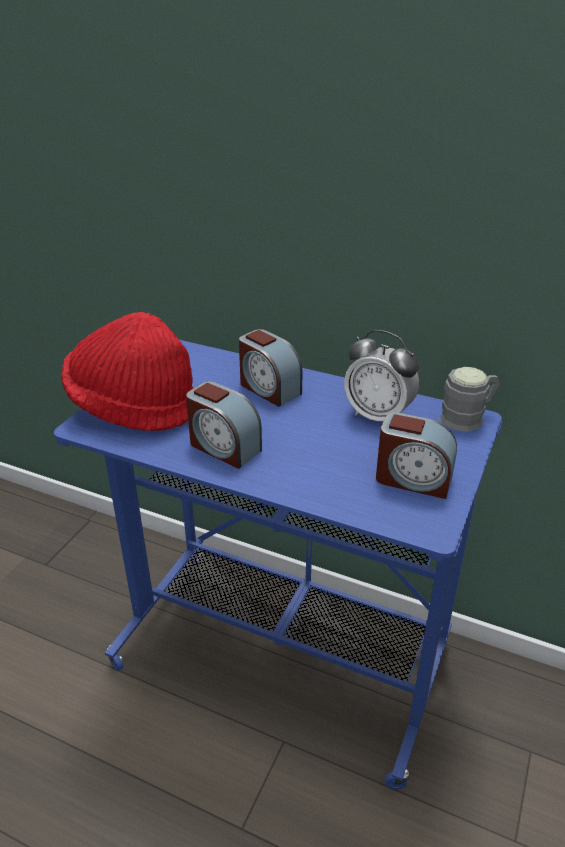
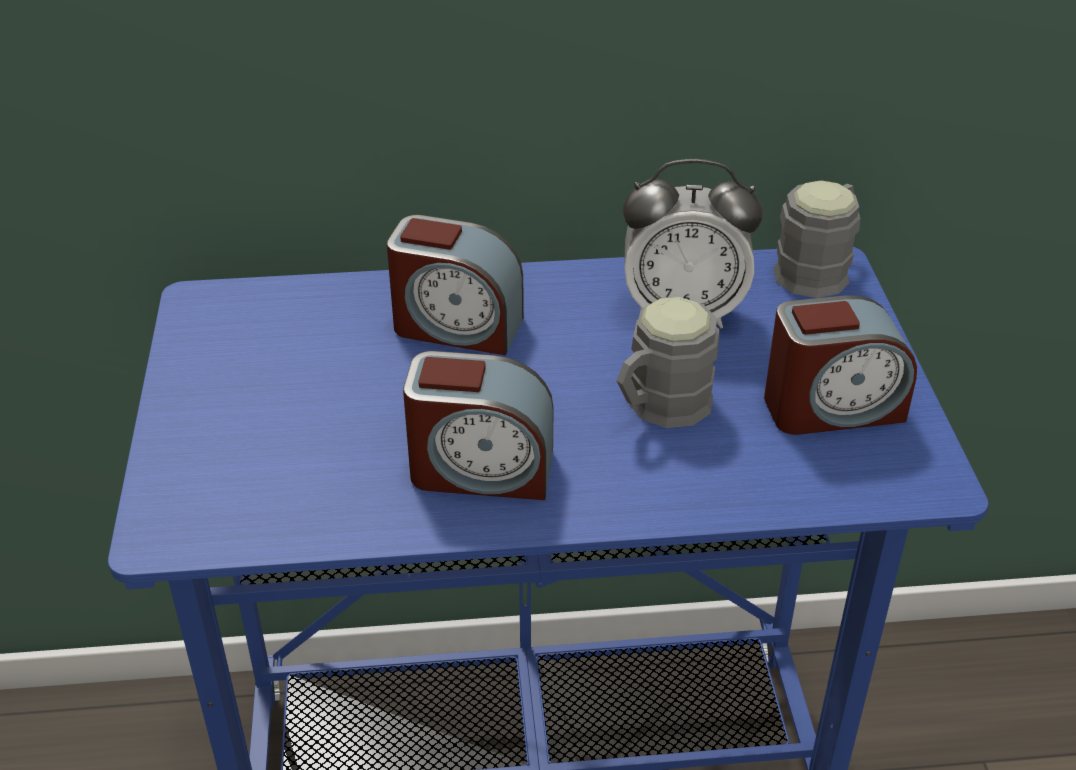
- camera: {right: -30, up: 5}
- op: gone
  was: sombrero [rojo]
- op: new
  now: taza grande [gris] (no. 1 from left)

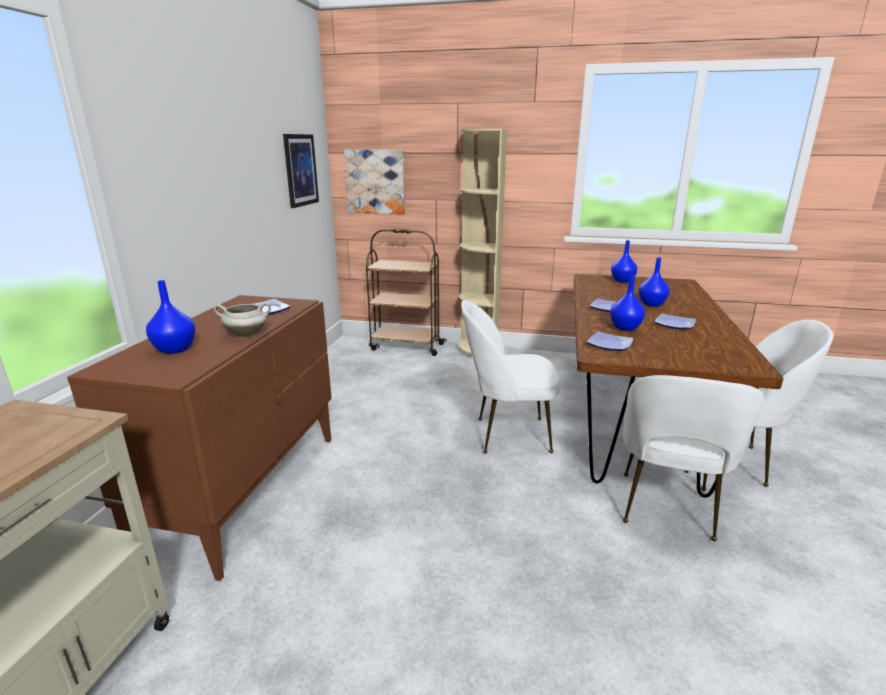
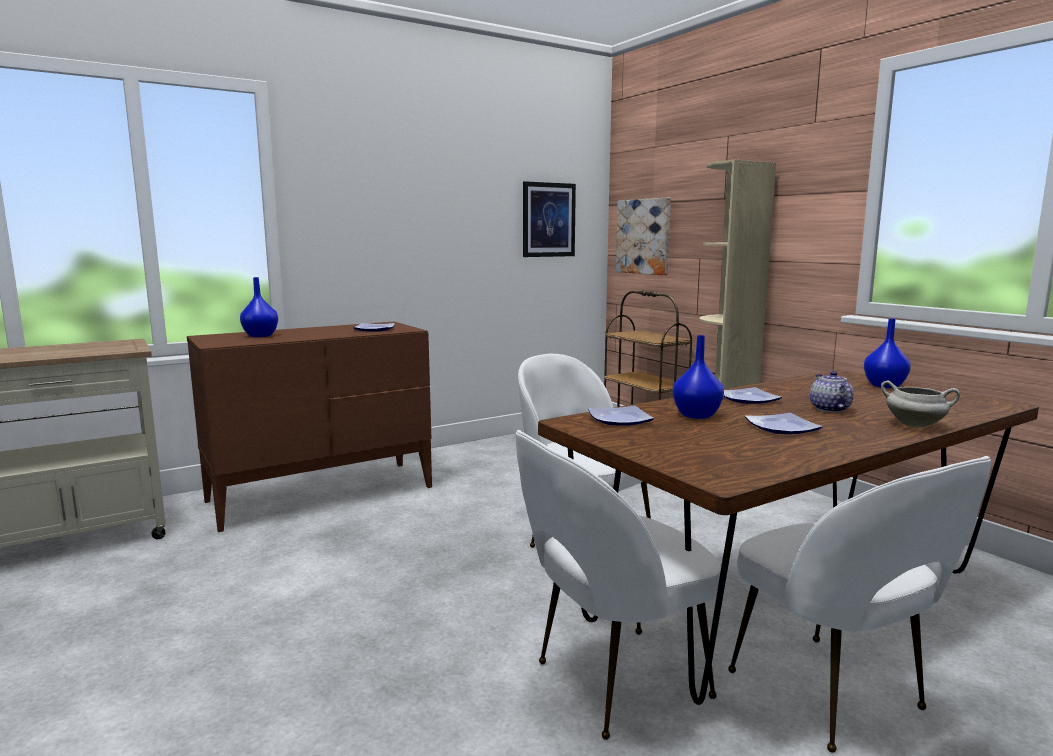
- camera: {right: 45, up: -10}
- op: swapped
  was: florero [azul] (no. 4 from left)
  now: tetera
- op: shifted
  was: olla [blanco]

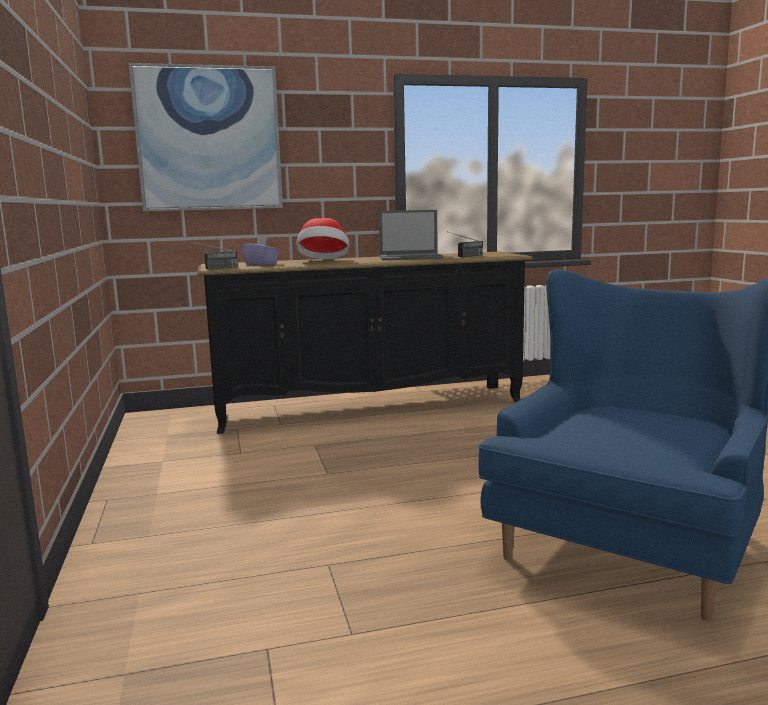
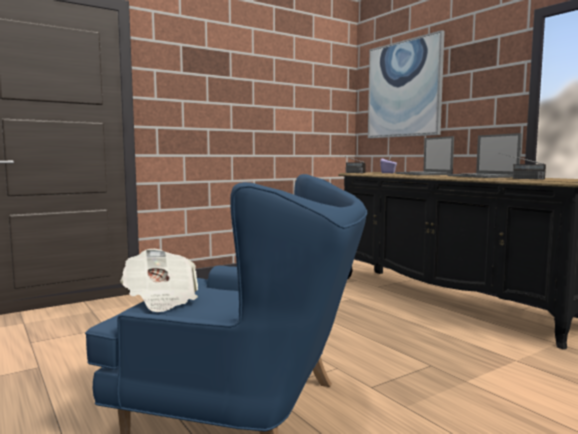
- camera: {right: 70, up: -5}
- op: swapped
  was: sombrero
  now: portátil (no. 1 from left)
- op: new
  now: periódico

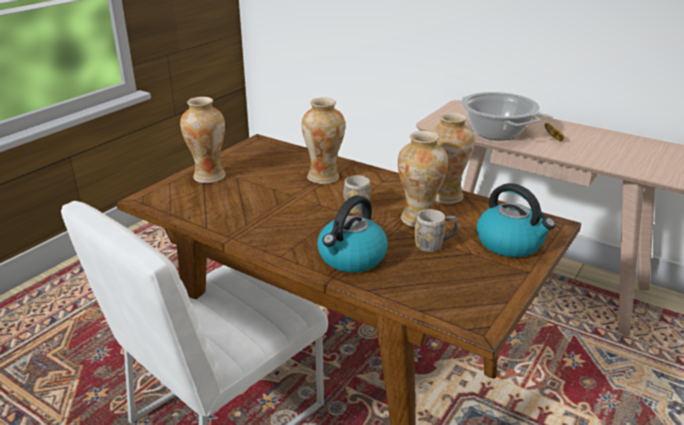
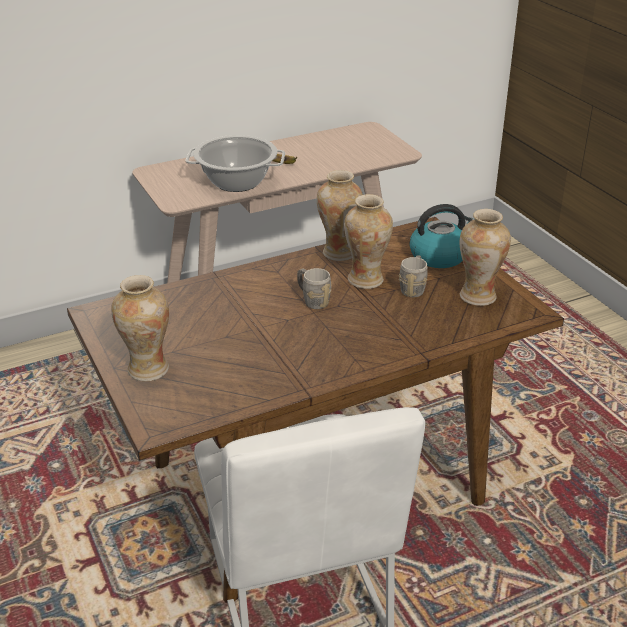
- camera: {right: -60, up: 5}
- op: shifted
  was: florero (no. 2 from left in the first image)
  now: florero (no. 4 from left)
- op: gone
  was: hervidor (no. 1 from left)

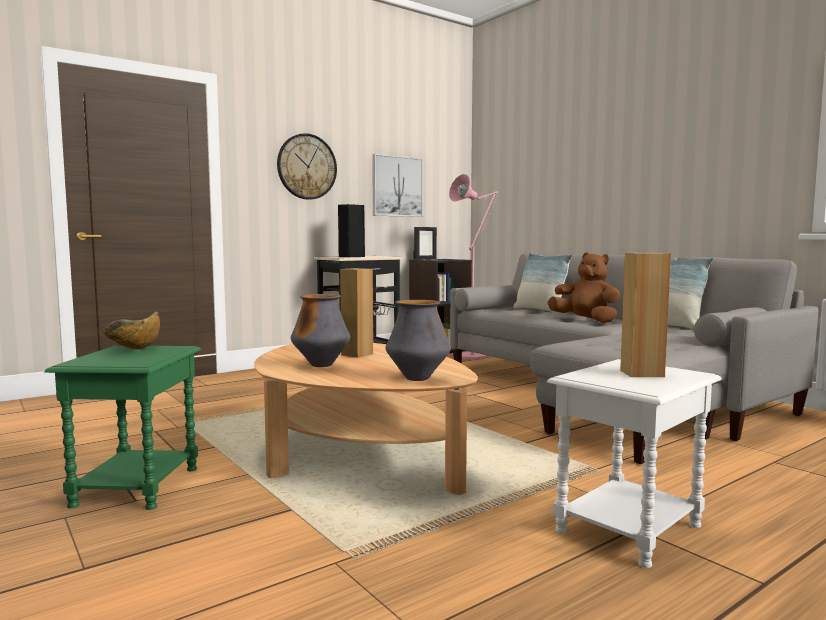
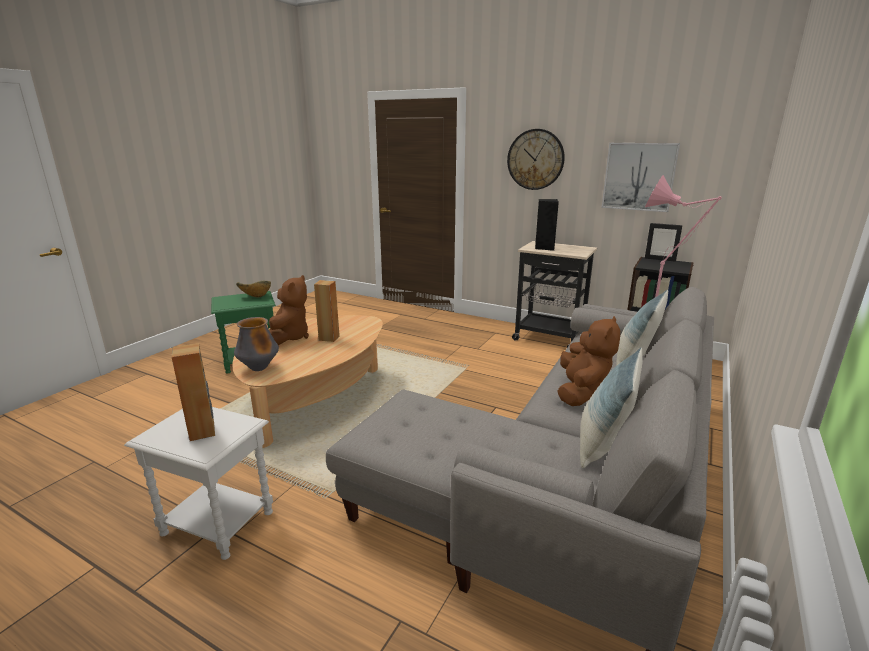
- camera: {right: 65, up: 15}
- op: swapped
  was: florero (no. 1 from left)
  now: peluche [marrón] (no. 1 from left)

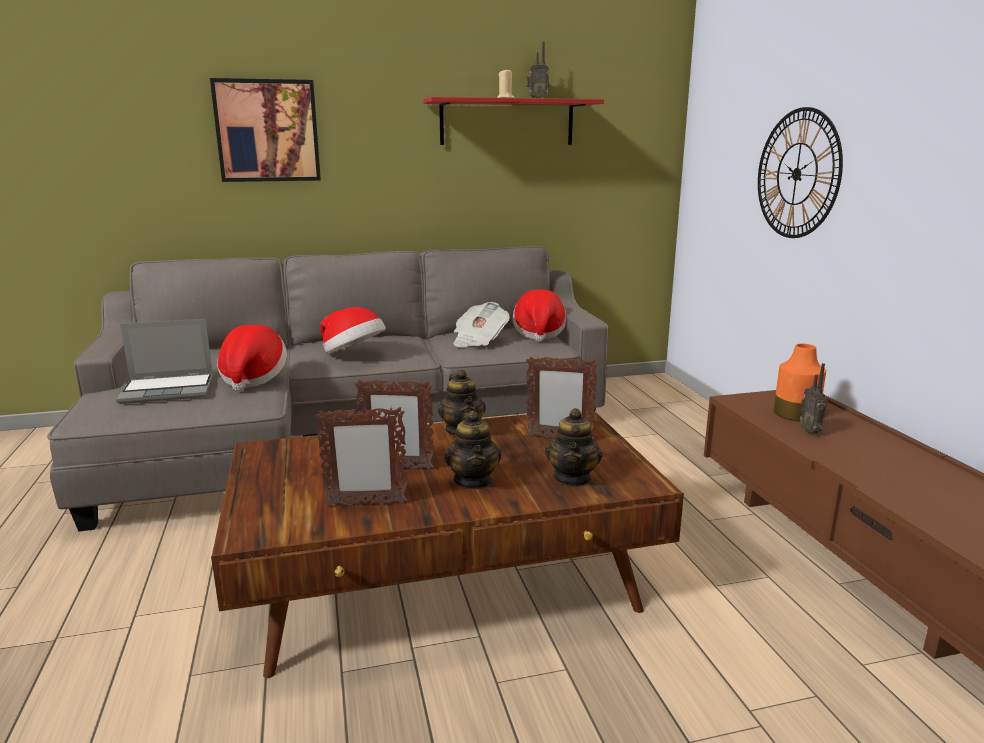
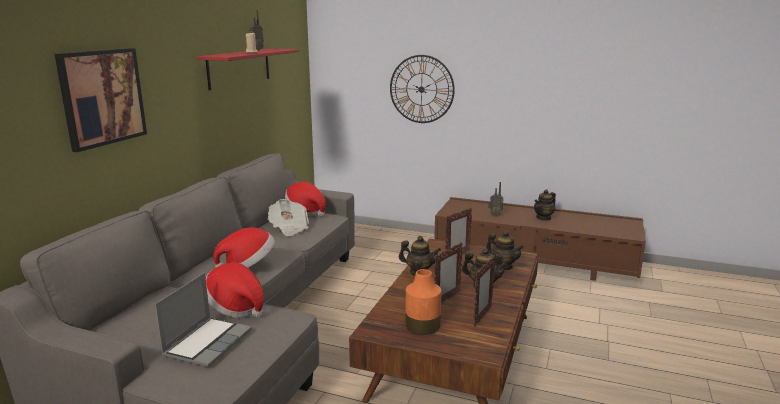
- camera: {right: -55, up: 0}
- op: shifted
  was: florero [naranja]
- op: new
  now: tetera (no. 4 from left)

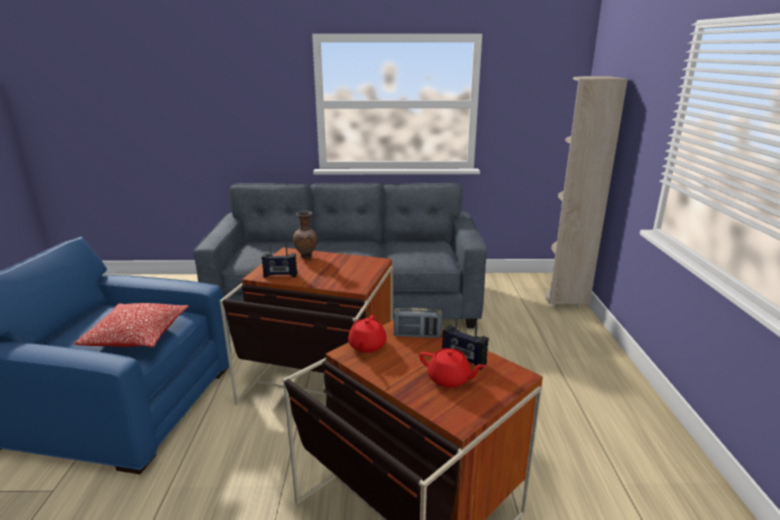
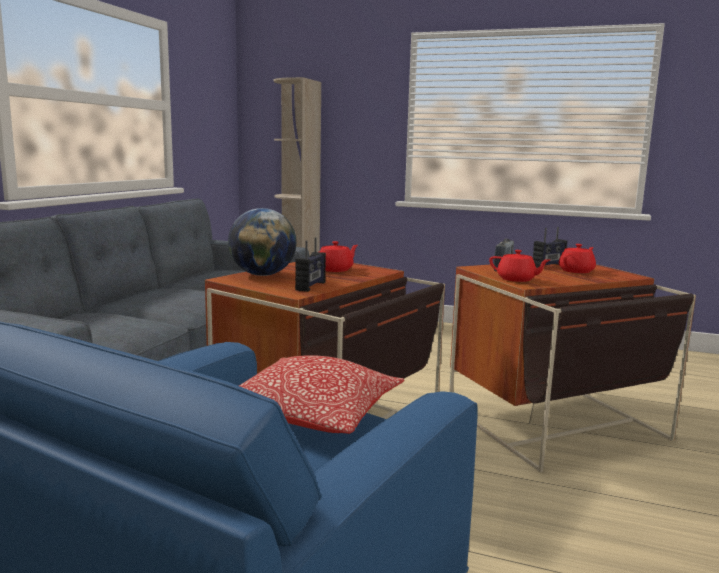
- camera: {right: -70, up: -10}
- op: swapped
  was: florero [marrón]
  now: globo terráqueo
- op: new
  now: tetera [rojo] (no. 1 from left)

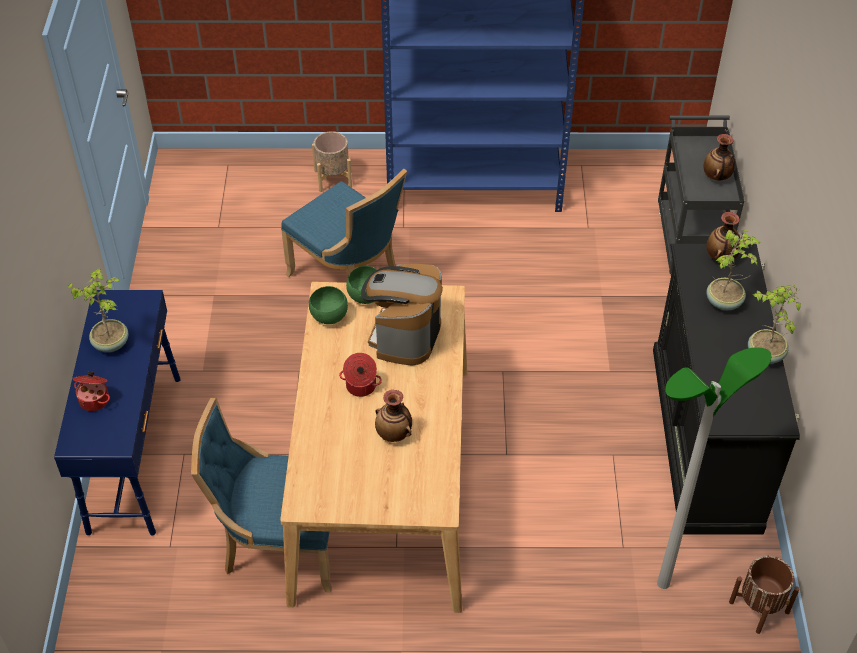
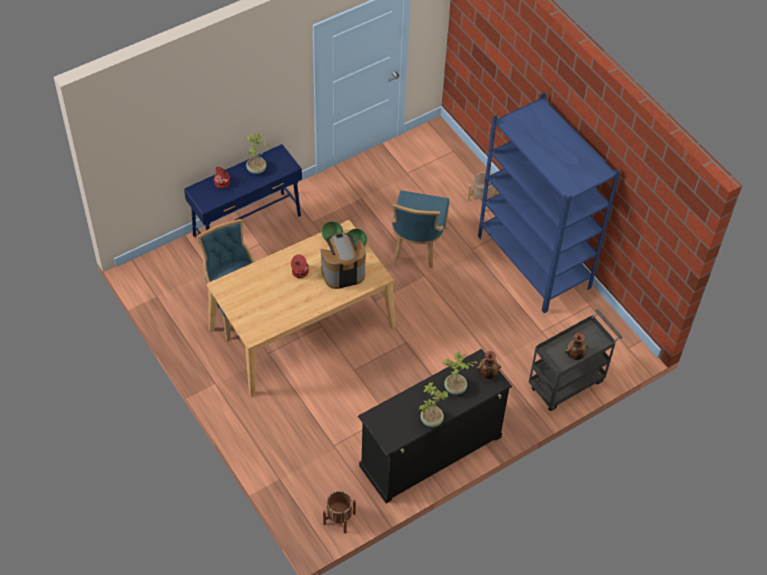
- camera: {right: 55, up: 5}
- op: gone
  was: lámpara de pie
- op: gone
  was: florero (no. 1 from left)

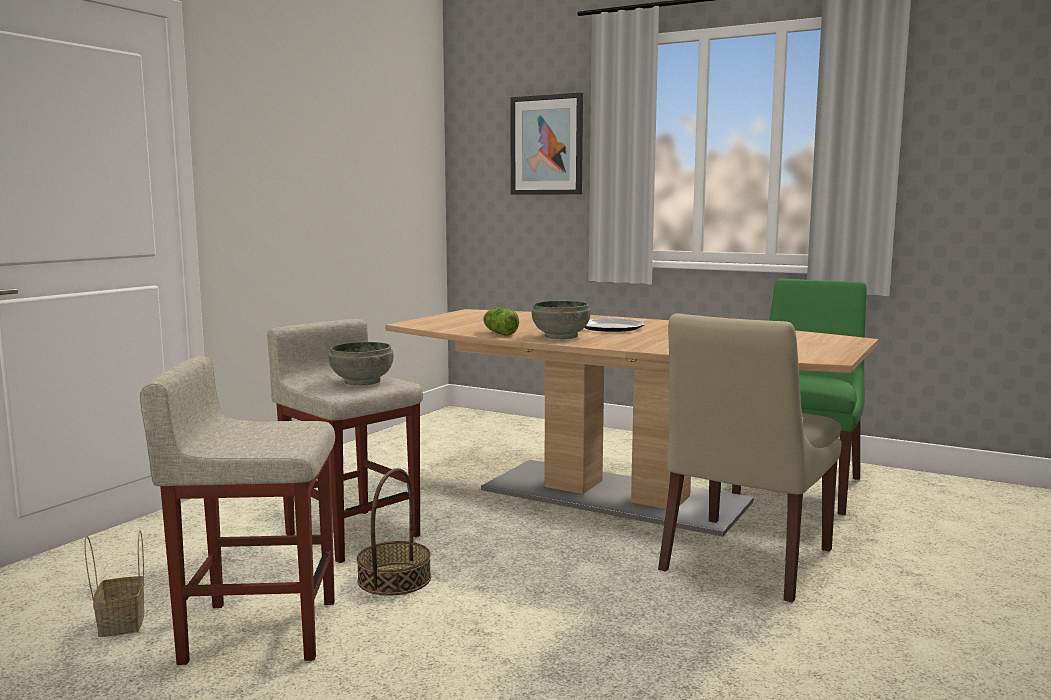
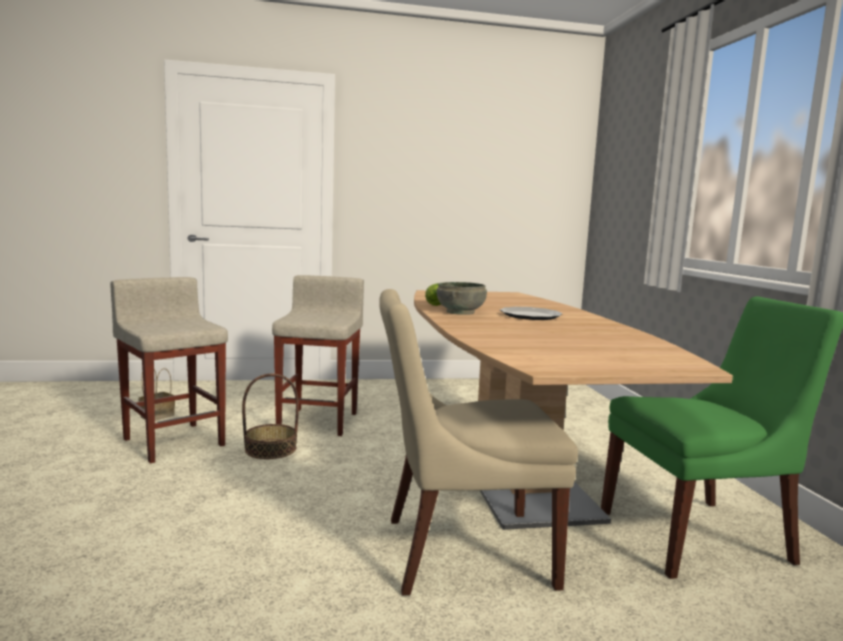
- camera: {right: 50, up: 0}
- op: gone
  was: cuadro
- op: gone
  was: cuenco [gris] (no. 1 from left)

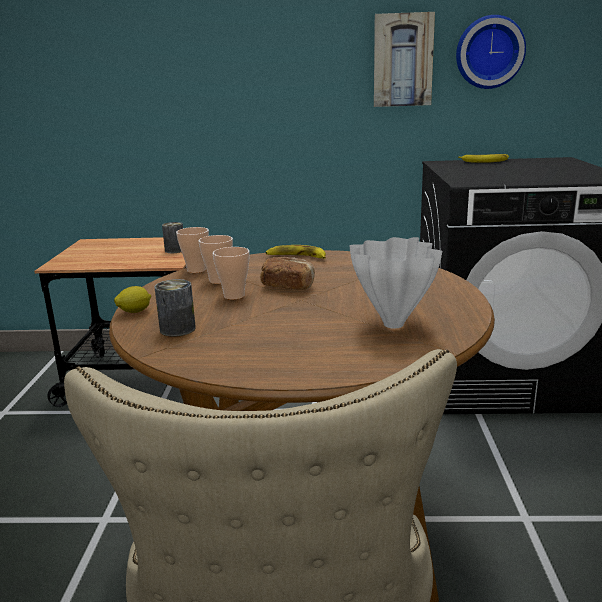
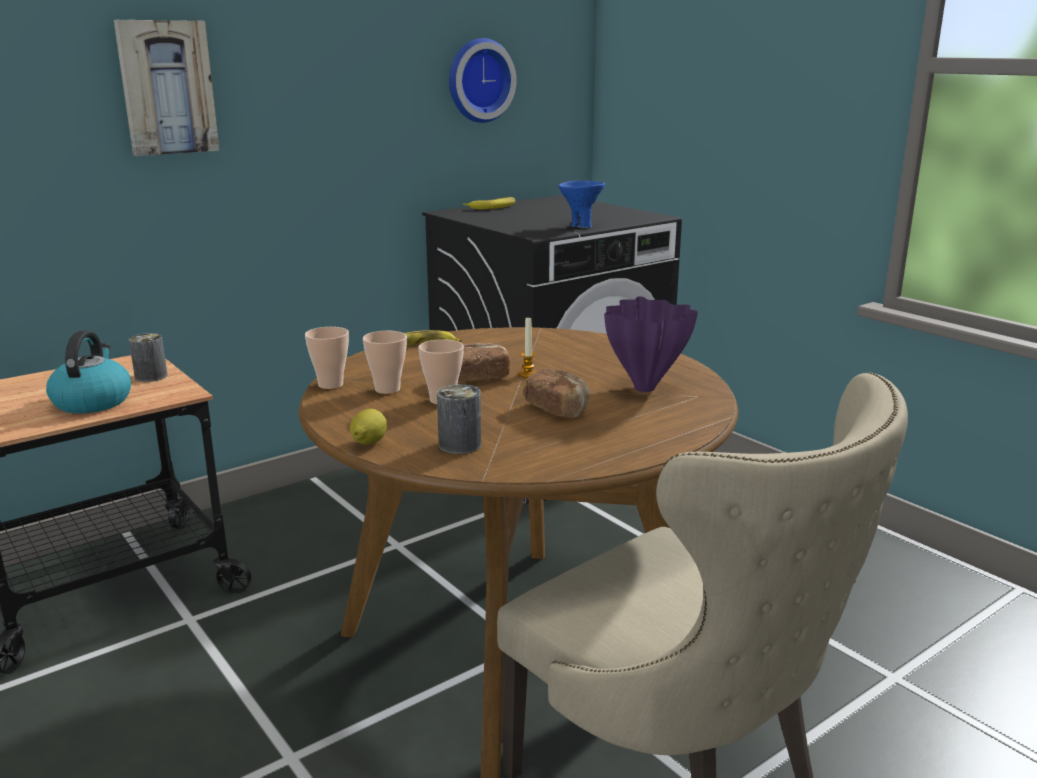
- camera: {right: -40, up: 0}
- op: shifted
  was: cuadro
- op: repainted
  was: florero [blanco]
  now: florero [morado]
- op: new
  now: cuenco [azul]
- op: new
  now: vela
- op: new
  now: hervidor
- op: new
  now: pan (no. 2 from left)

